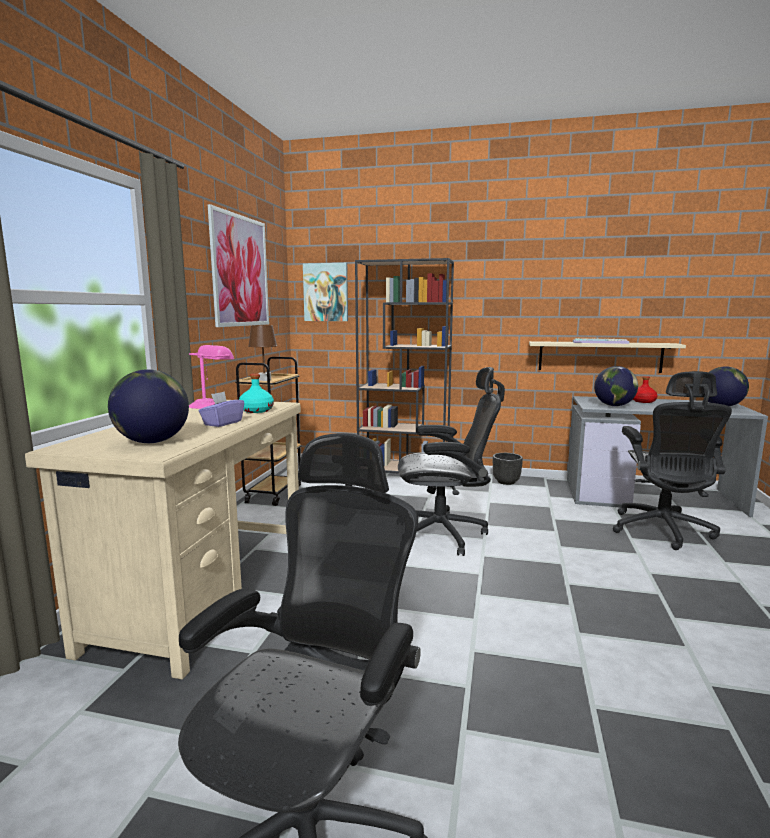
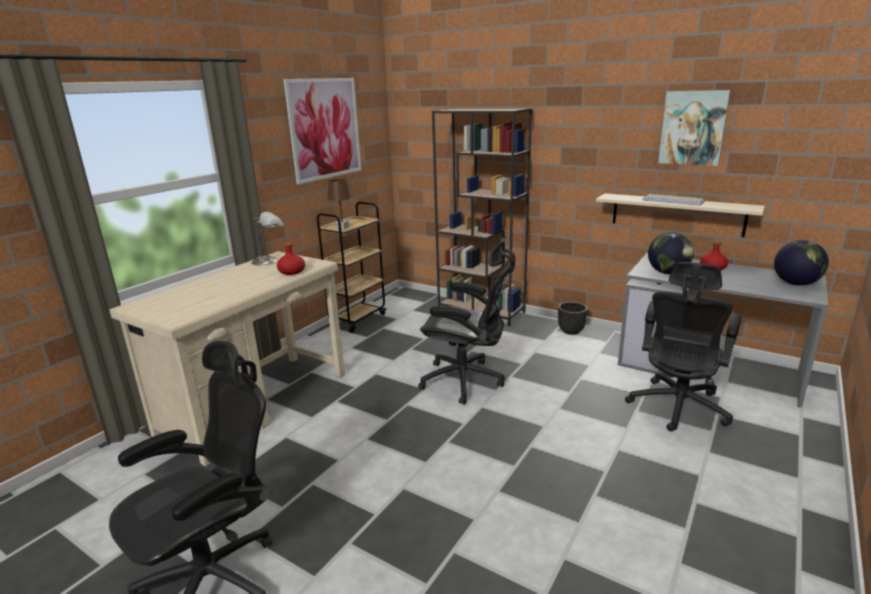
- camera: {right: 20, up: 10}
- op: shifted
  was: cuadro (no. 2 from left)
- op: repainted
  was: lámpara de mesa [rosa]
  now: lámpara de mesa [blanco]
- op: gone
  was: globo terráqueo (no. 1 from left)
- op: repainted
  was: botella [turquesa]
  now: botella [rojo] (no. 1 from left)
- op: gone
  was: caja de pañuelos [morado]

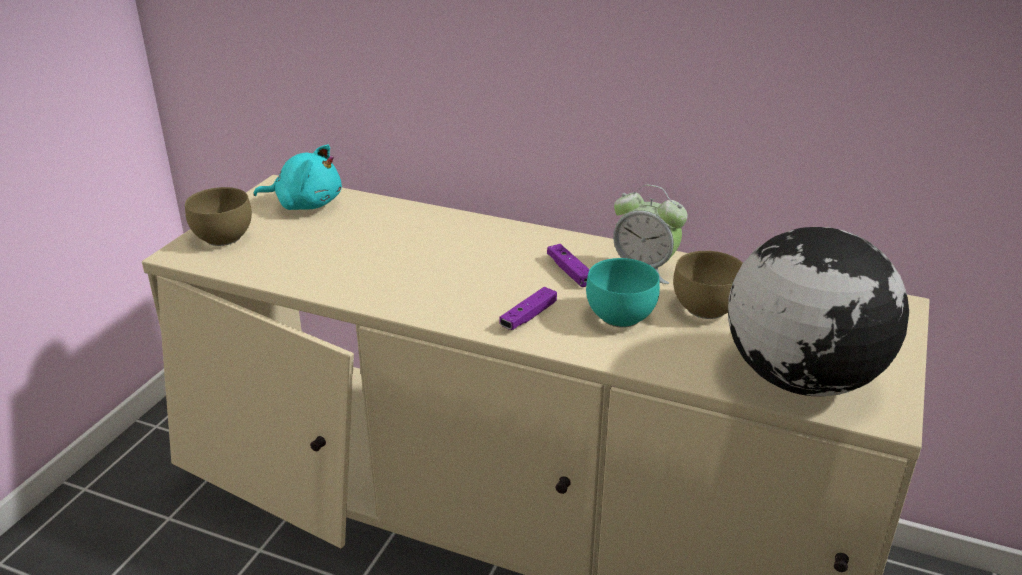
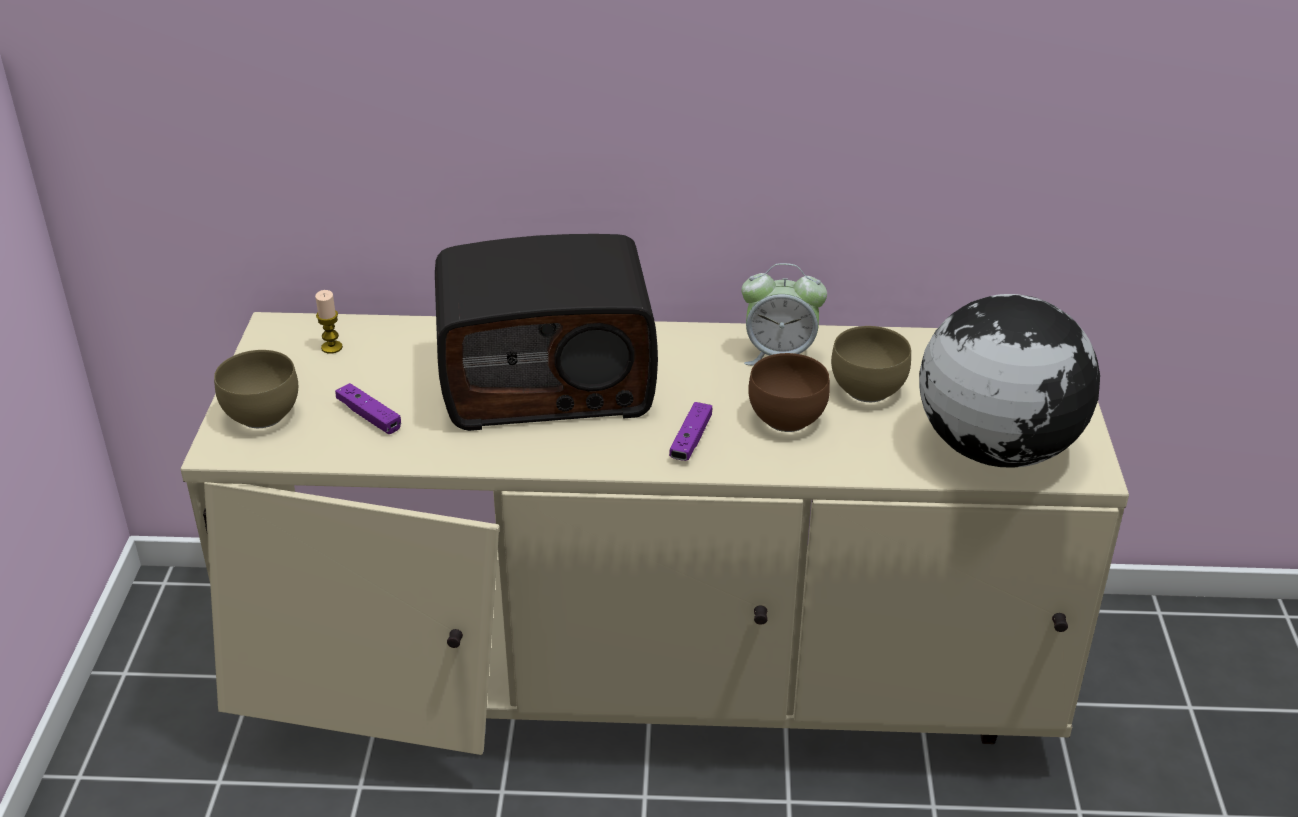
- camera: {right: -20, up: 5}
- op: swapped
  was: peluche [turquesa]
  now: vela
- op: shifted
  was: mando de consola [morado] (no. 2 from left in the first image)
  now: mando de consola [morado] (no. 1 from left)
- op: repainted
  was: cuenco [turquesa]
  now: cuenco [marrón] (no. 2 from left)
- op: new
  now: radio

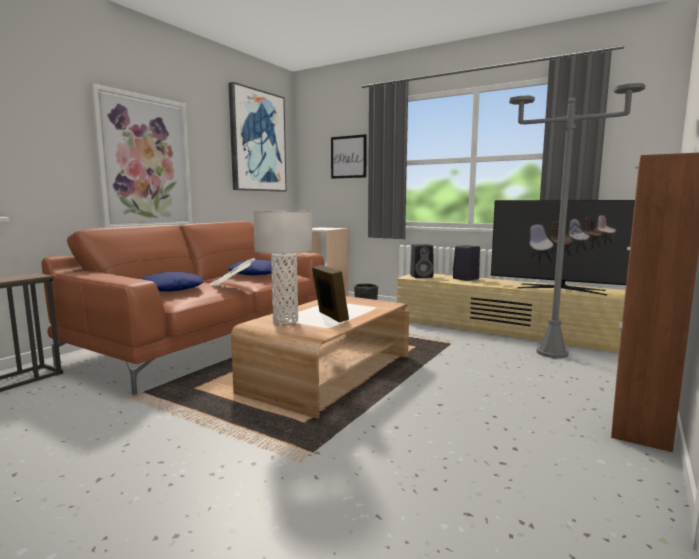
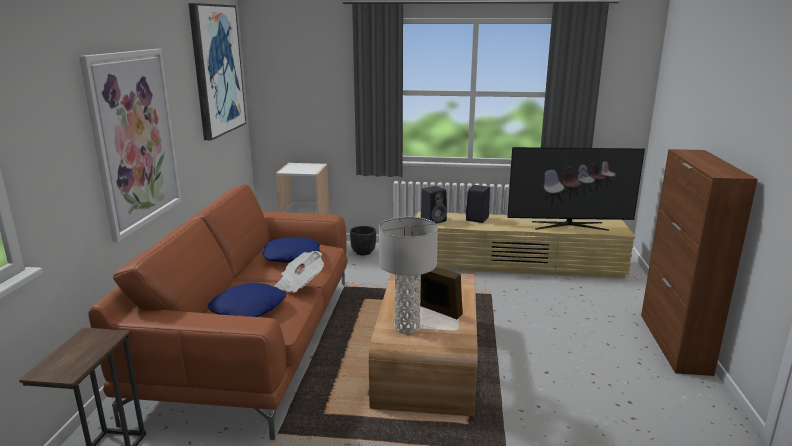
- camera: {right: -25, up: 10}
- op: gone
  was: lámpara de pie [gris]
- op: gone
  was: cuadro (no. 3 from left)

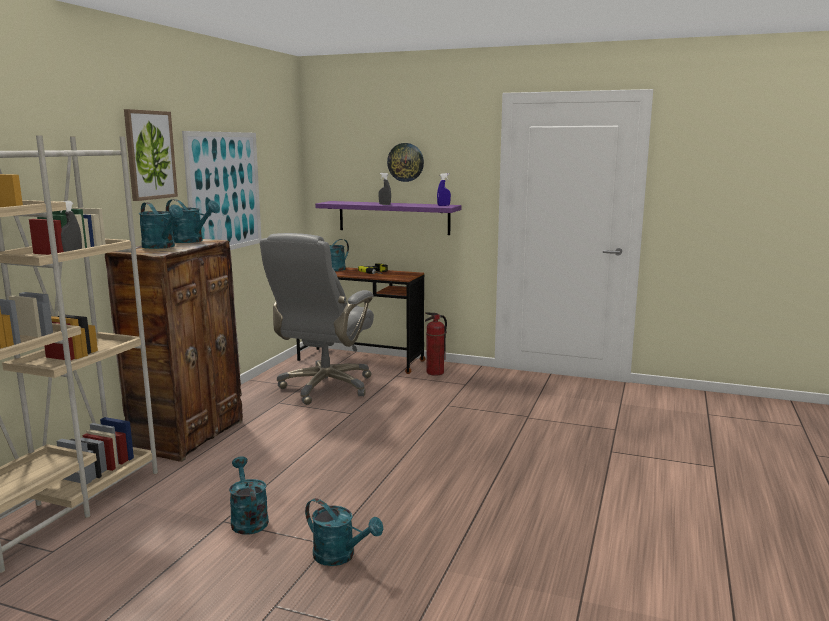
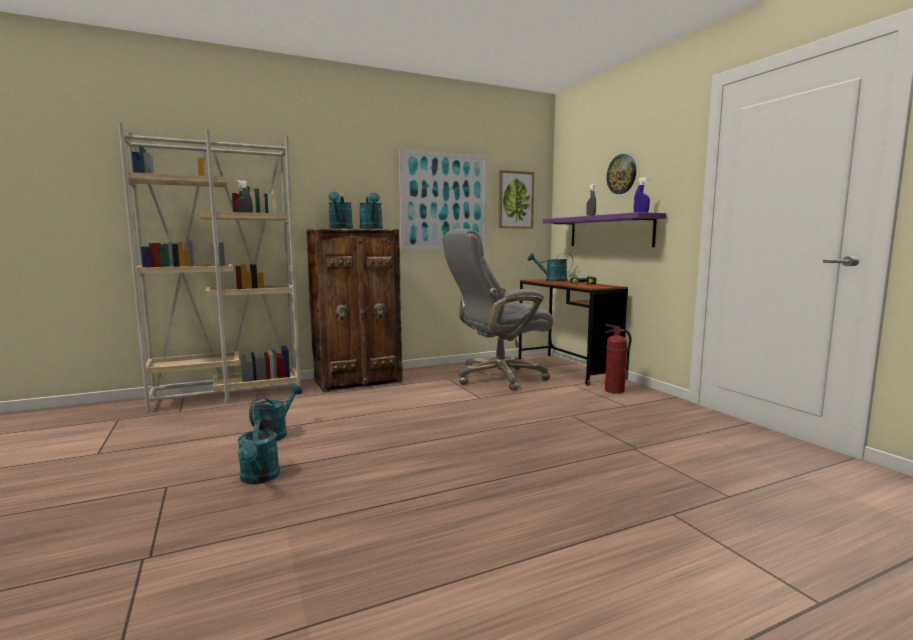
- camera: {right: 45, up: -5}
- op: shifted
  was: cuadro (no. 1 from left in the first image)
  now: cuadro (no. 2 from left)

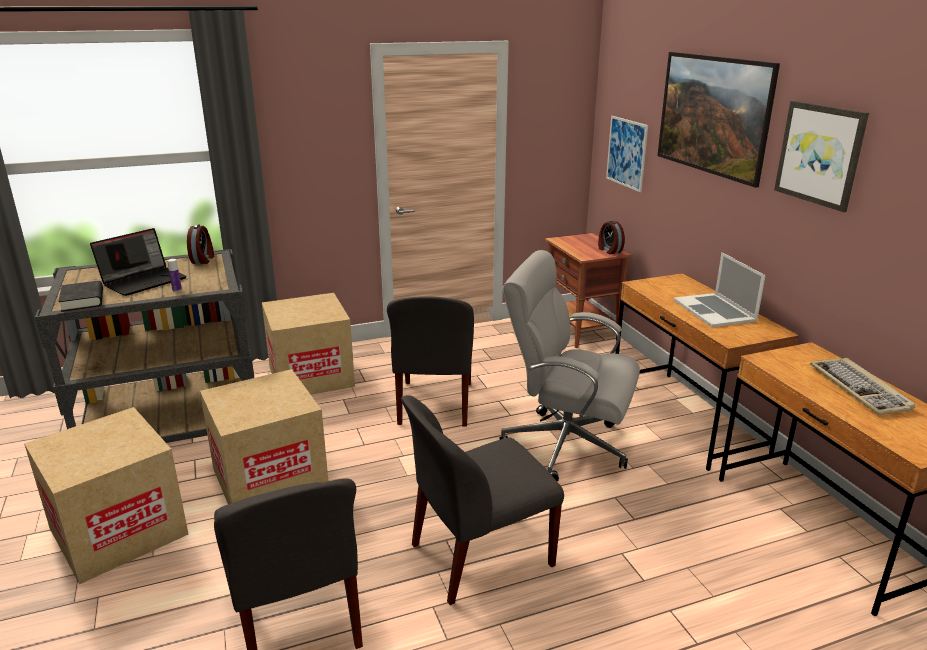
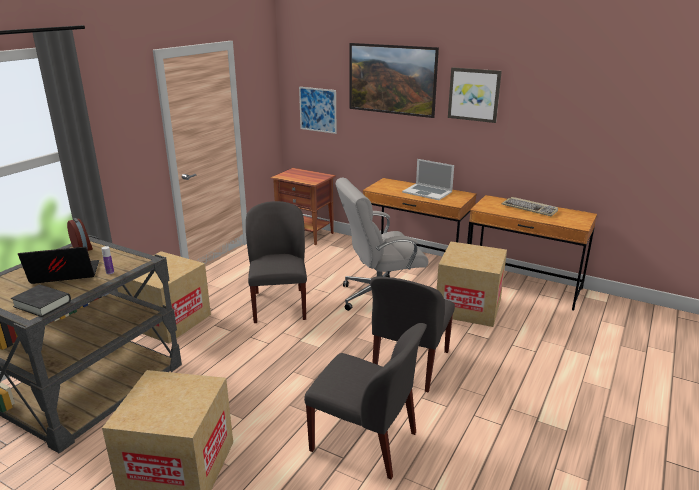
- camera: {right: -40, up: 0}
- op: gone
  was: despertador (no. 2 from left)
- op: rotated
  was: portátil (no. 1 from left)
  clockwise: -105
- op: rotated
  was: silla [gris] (no. 2 from left in the first image)
  clockwise: -150
- op: shifted
  was: caja de cartón (no. 2 from left in the first image)
  now: caja de cartón (no. 3 from left)

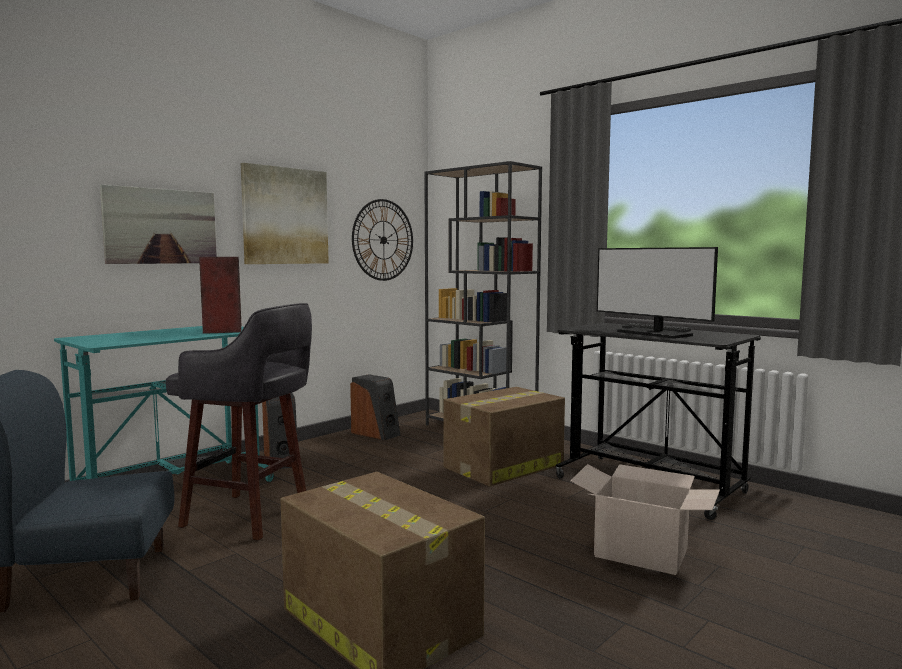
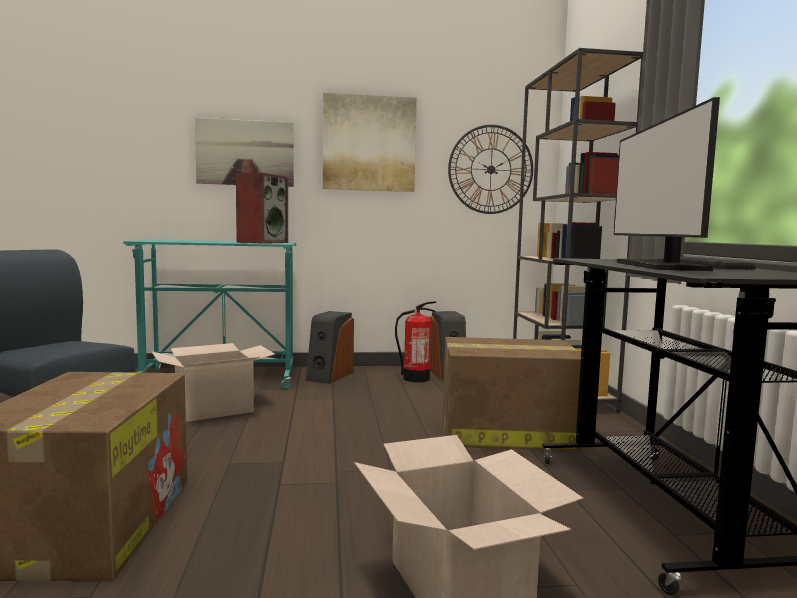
- camera: {right: 40, up: 0}
- op: swapped
  was: taburete [gris]
  now: caja de cartón (no. 2 from left)
- op: new
  now: extintor

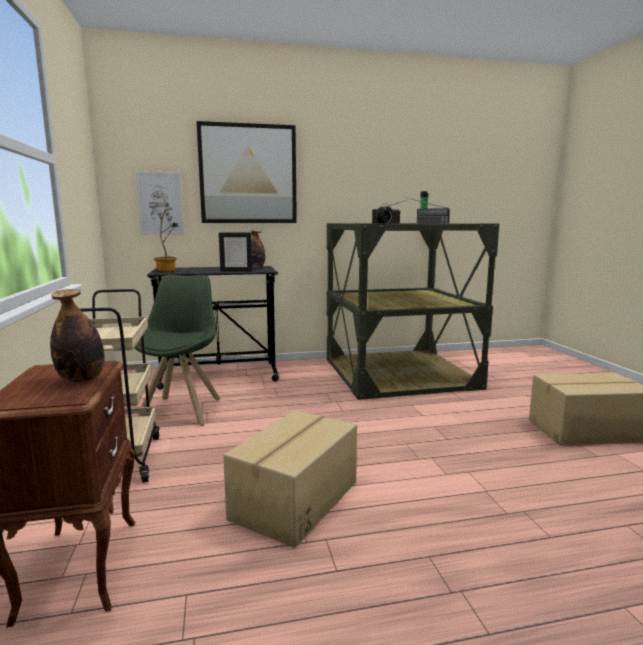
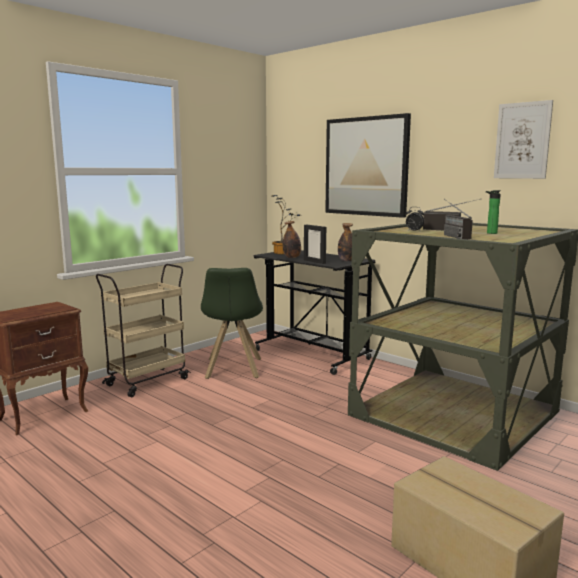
- camera: {right: 55, up: 0}
- op: shifted
  was: cuadro (no. 1 from left in the first image)
  now: cuadro (no. 2 from left)
- op: rotated
  was: silla [verde]
  clockwise: 120
- op: shifted
  was: botella (no. 1 from left)
- op: gone
  was: caja de cartón (no. 1 from left)

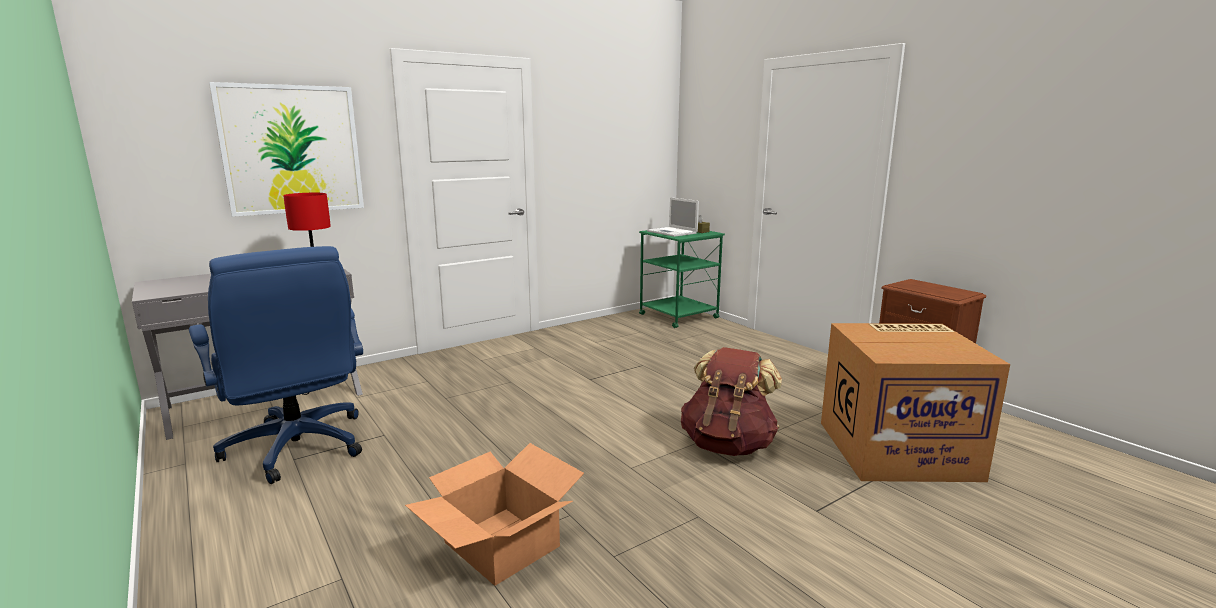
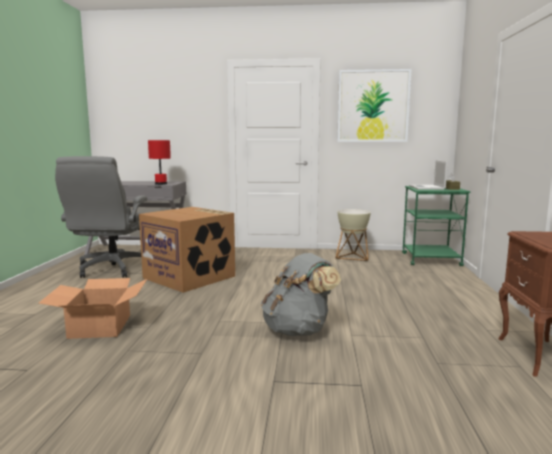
- camera: {right: 40, up: -5}
- op: shifted
  was: cuadro
- op: repainted
  was: silla de oficina [azul]
  now: silla de oficina [gris]
- op: shifted
  was: caja de cartón (no. 2 from left)
- op: repainted
  was: mochila [marrón]
  now: mochila [gris]
- op: new
  now: maceta

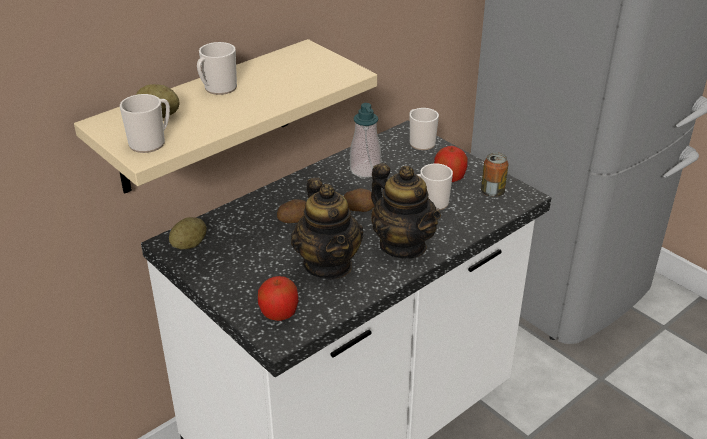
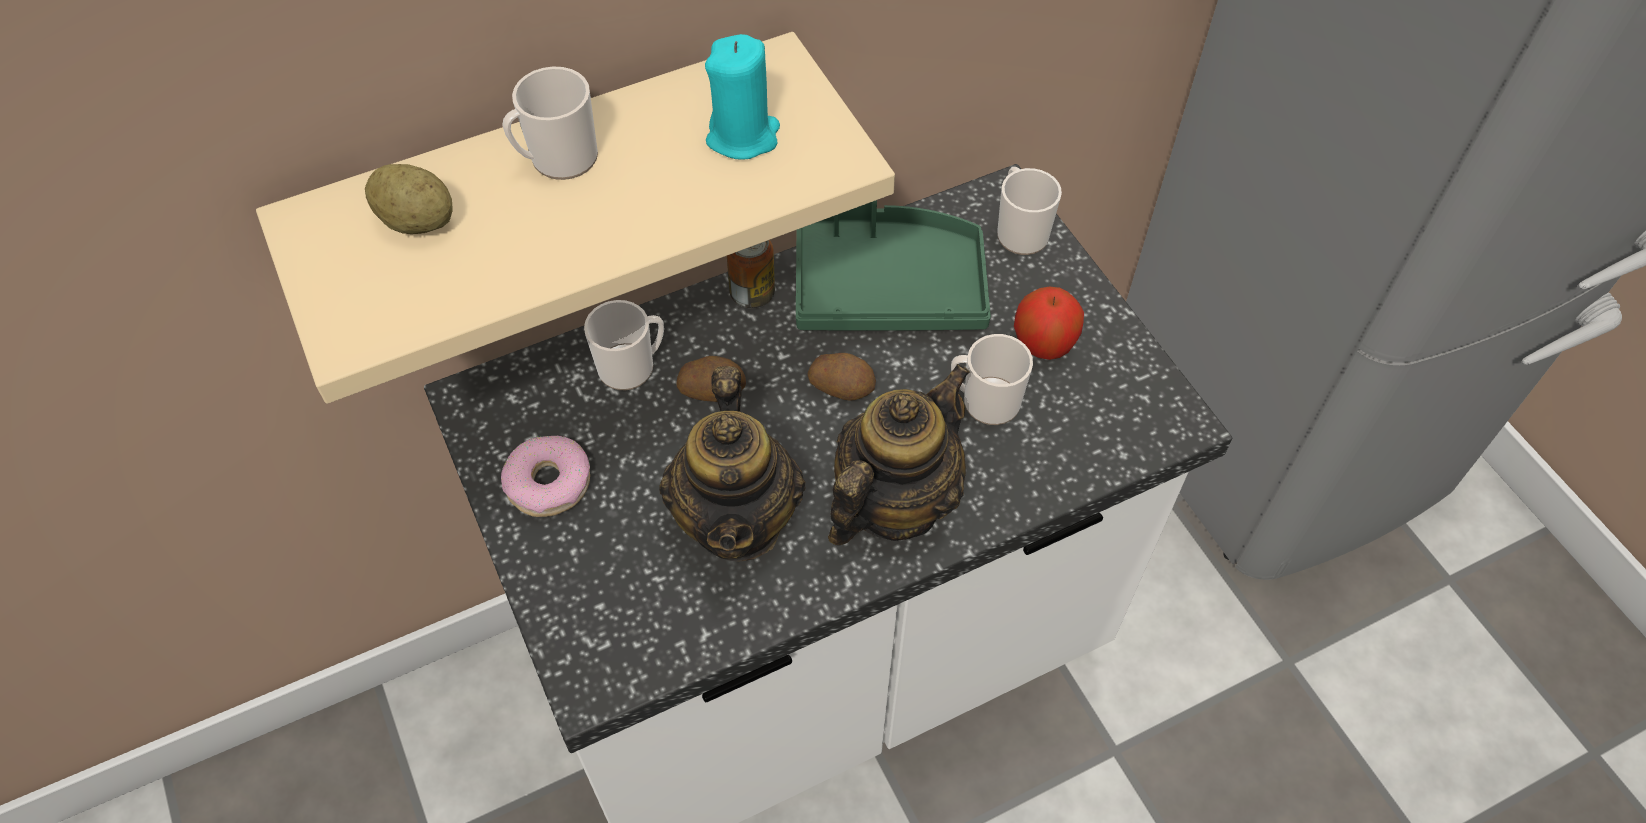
- camera: {right: 15, up: 20}
- op: shifted
  was: taza grande (no. 1 from left in the first image)
  now: taza grande (no. 2 from left)
- op: swapped
  was: dispensador de jabón
  now: bandeja [verde]
- op: shifted
  was: lata
- op: rotated
  was: tetera (no. 2 from left)
  clockwise: -120
- op: gone
  was: patata (no. 2 from left)
- op: gone
  was: manzana (no. 1 from left)
- op: new
  now: vela [turquesa]
- op: new
  now: rosquilla

